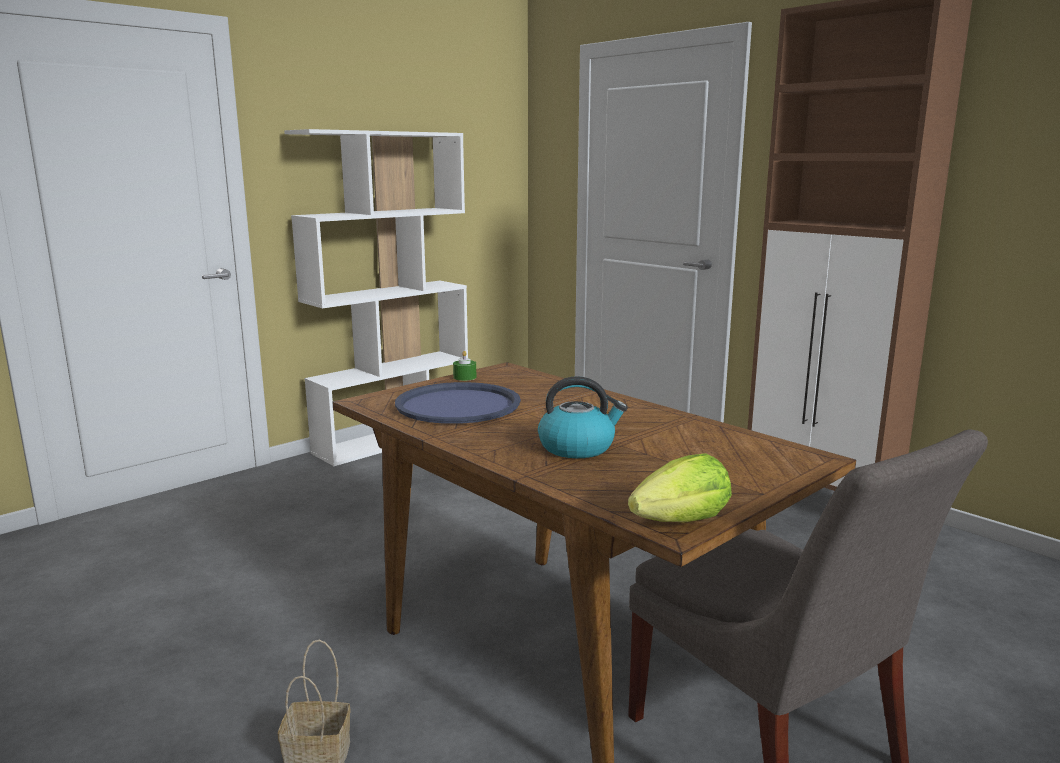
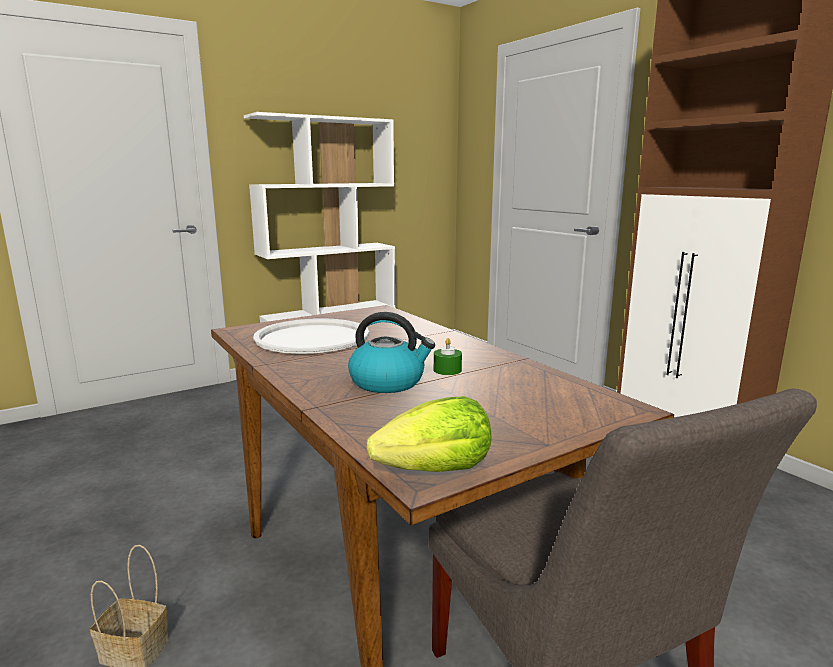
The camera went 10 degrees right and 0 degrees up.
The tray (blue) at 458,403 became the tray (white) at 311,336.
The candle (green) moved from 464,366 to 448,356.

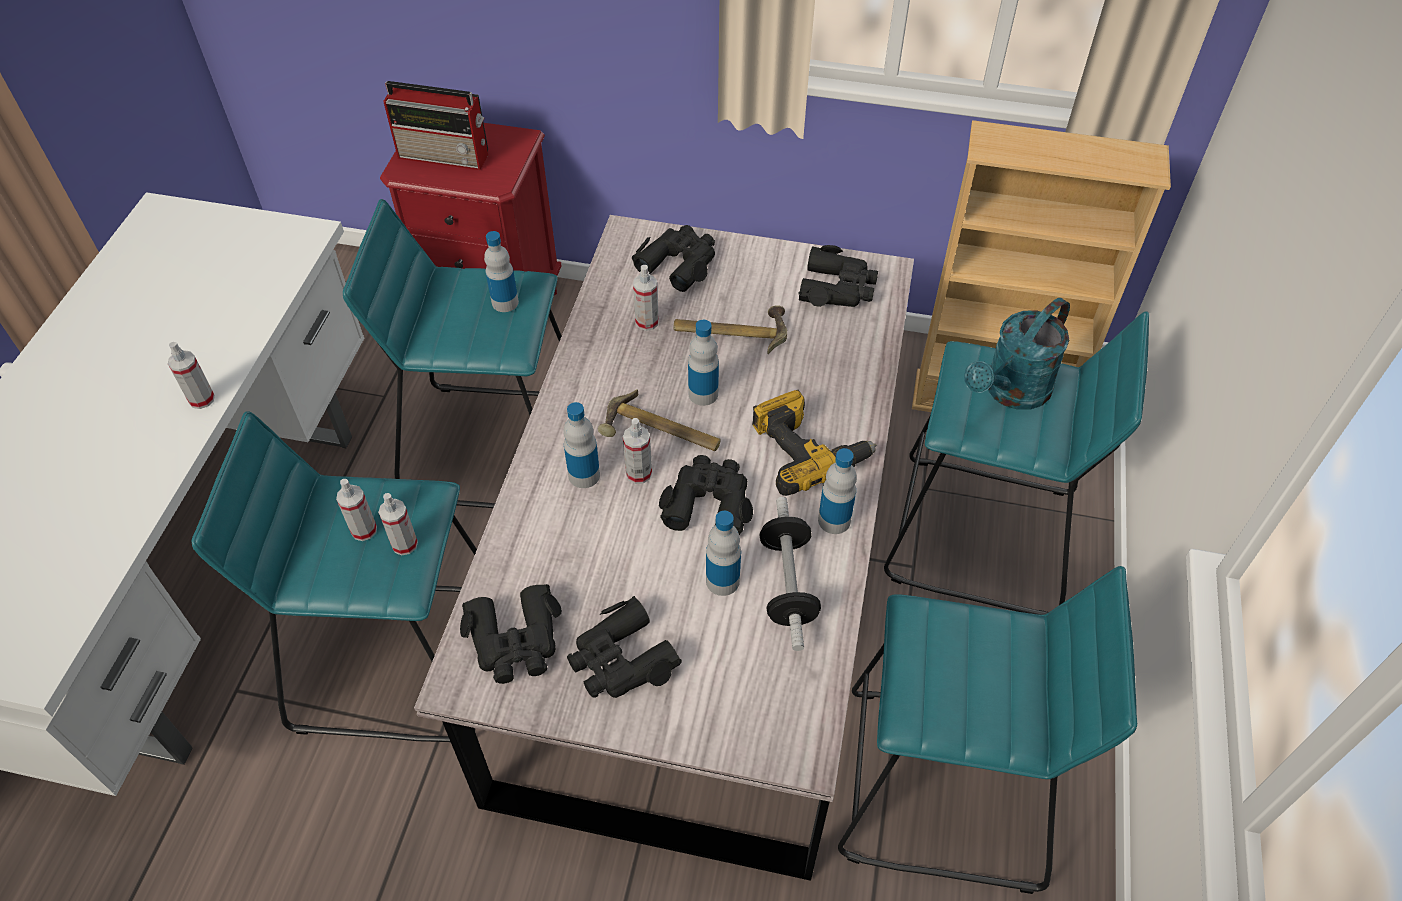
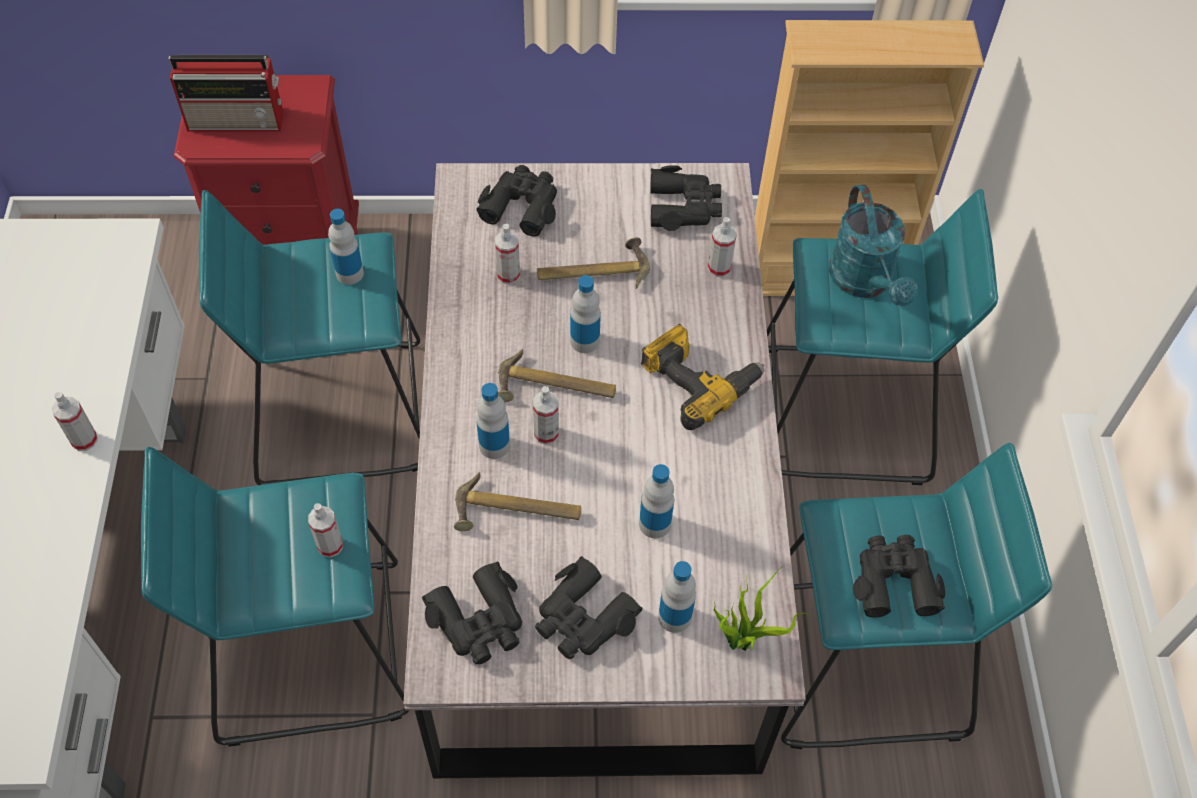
The camera went 15 degrees left and 5 degrees up.
The hammer at 517,501 appeared.
The bottle moved from 837,491 to 677,597.
The spray bottle moved from 356,510 to 722,247.
The potted plant at 762,610 appeared.
The watering can (turquoise) at 1017,354 turned 45 degrees counterclockwise.
The binoculars (black) moved from 706,495 to 899,576.
The dumbbell at 790,574 disappeared.

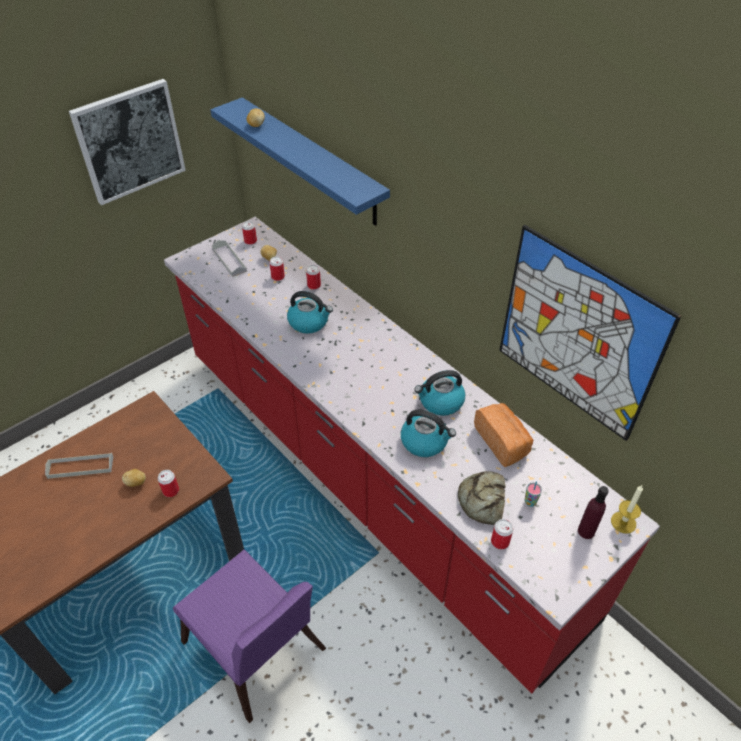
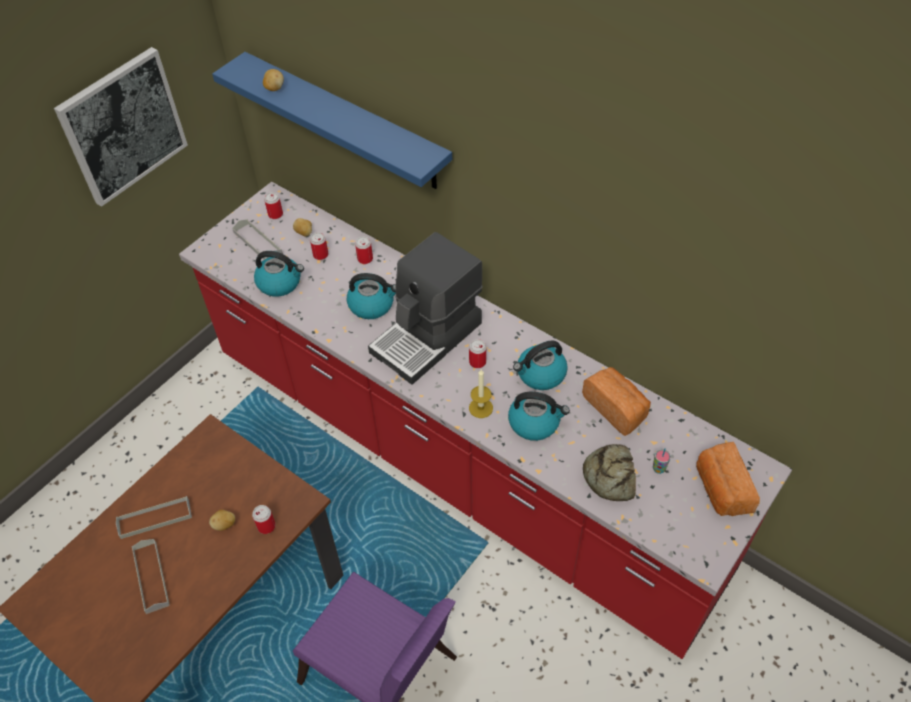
The camera went 10 degrees left and 5 degrees up.
The tray (grey) at 151,576 appeared.
The kettle at 279,274 appeared.
The coffee machine at 425,308 appeared.
The can moved from 502,534 to 477,353.
The candle moved from 627,509 to 481,394.
The bottle (purple) at 593,512 was replaced by the bread at 728,479.
The picture at 590,333 disappeared.

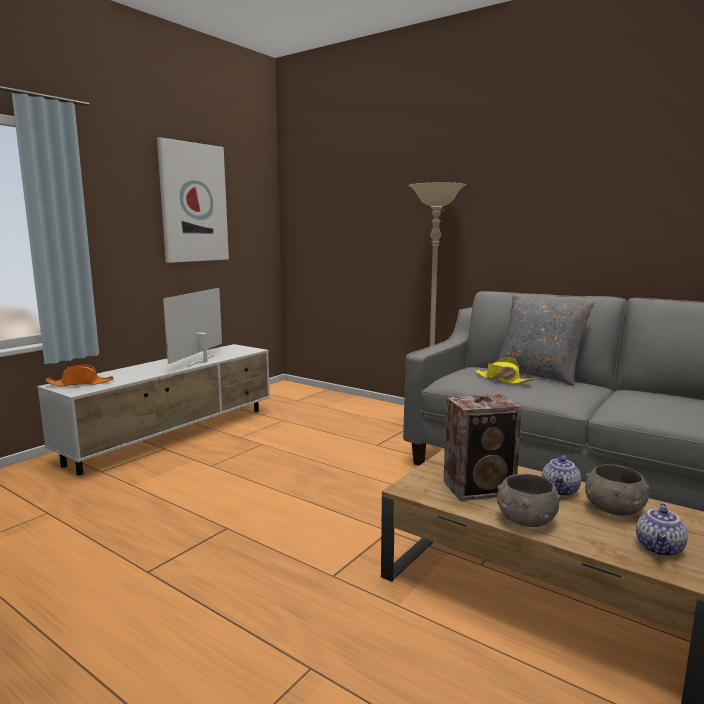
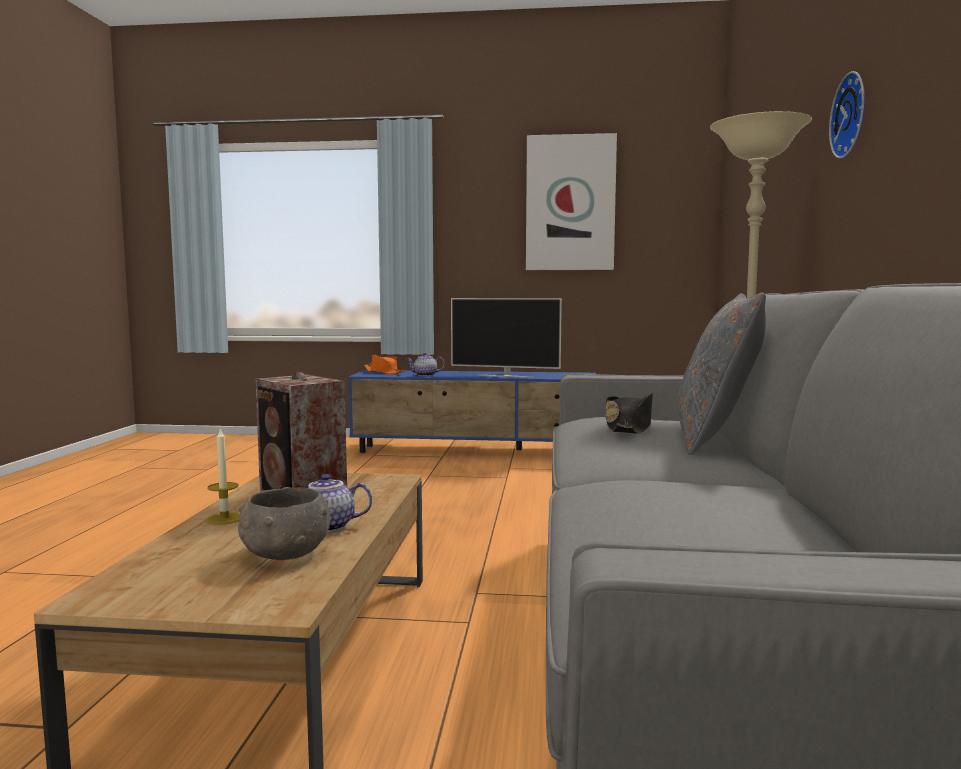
The camera went 60 degrees right and 5 degrees down.
The bowl (grey) at 529,500 was replaced by the candle at 223,476.
The tv stand (white) at 153,409 became the tv stand (blue) at 472,411.
The teapot moved from 662,530 to 426,364.
The television at 192,327 turned 150 degrees counterclockwise.
The hat (yellow) at 504,370 became the hat (black) at 629,413.
The wall clock at 847,115 appeared.

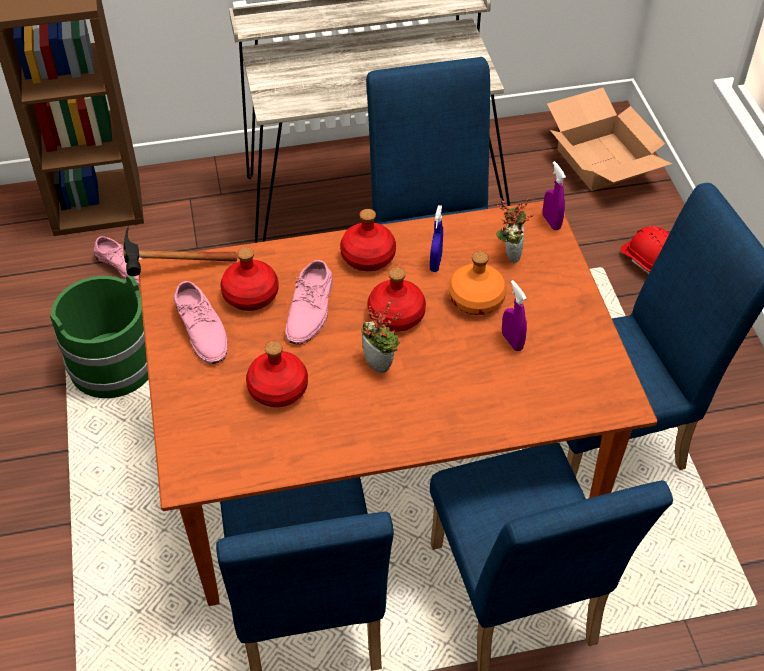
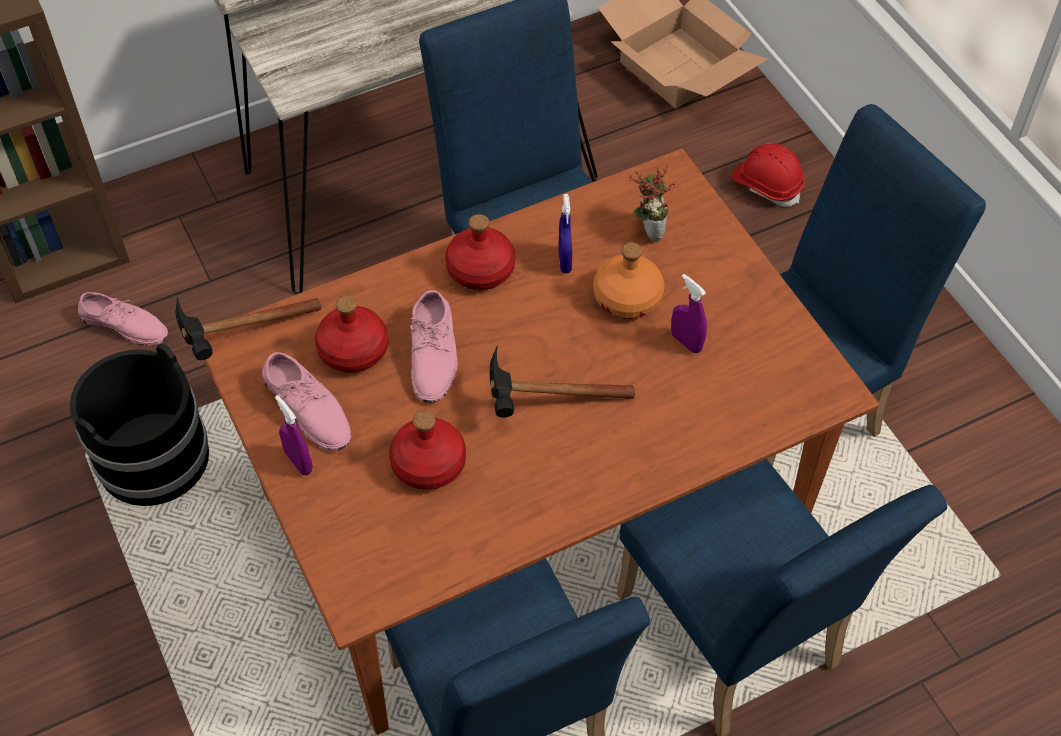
The camera went 15 degrees left and 5 degrees up.
The bucket (green) at 99,336 became the bucket (black) at 139,425.
The spray bottle (purple) moved from 554,195 to 294,435.
The potted plant at 380,336 was replaced by the hammer at 562,381.
The bottle (red) at 396,299 disappeared.

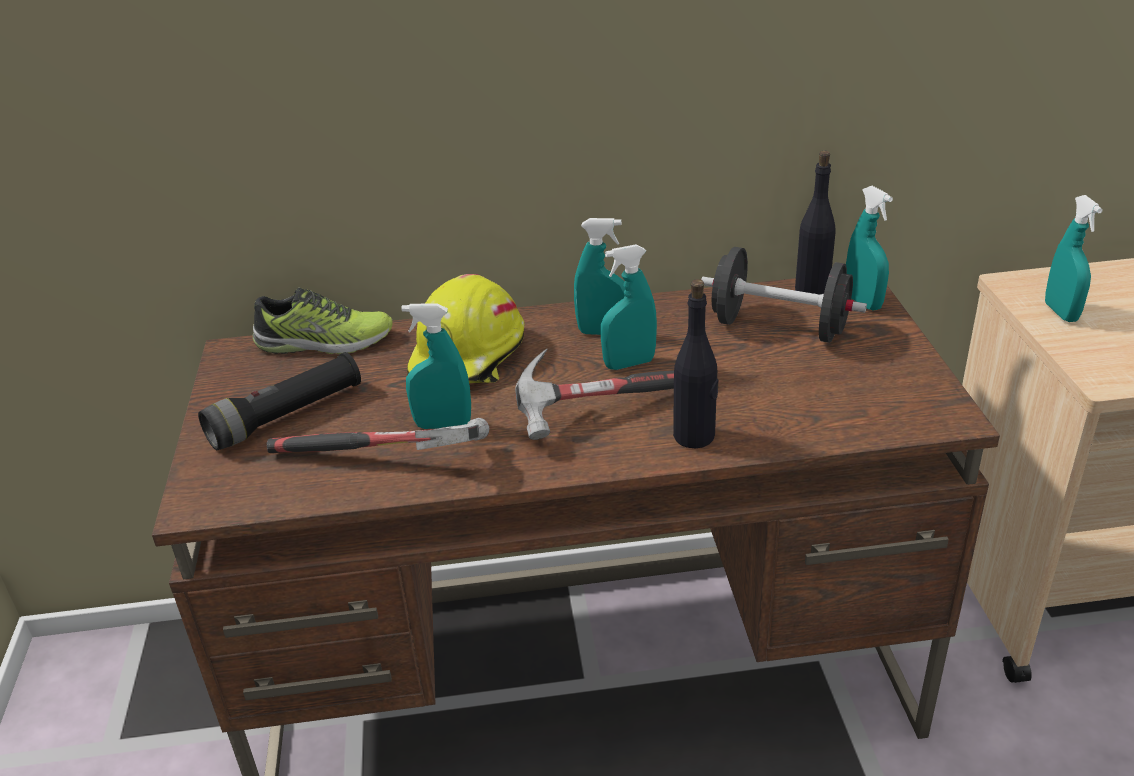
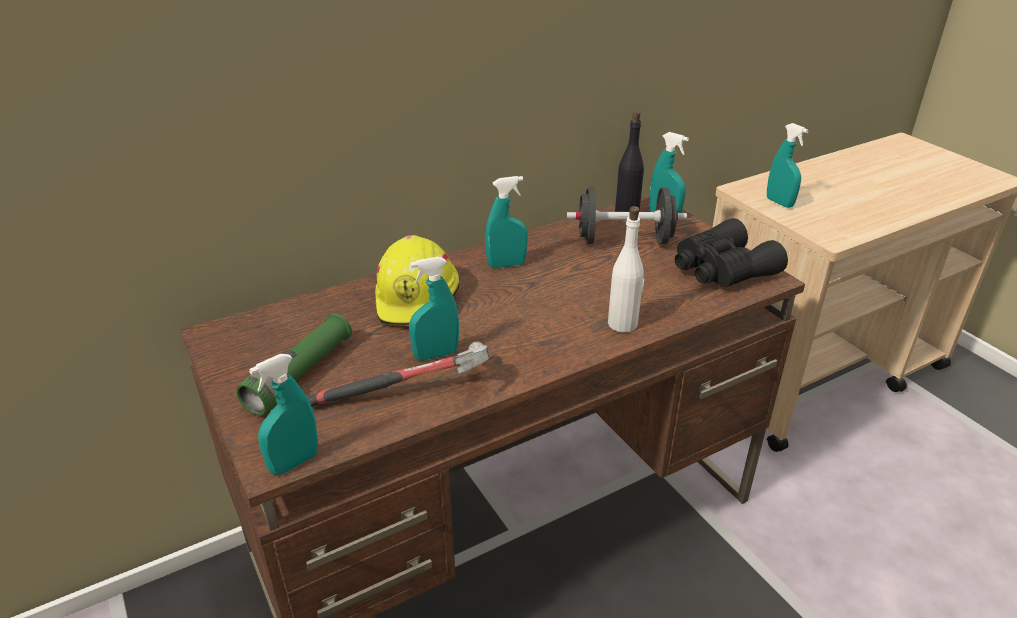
The camera went 25 degrees left and 0 degrees up.
The flashlight (black) at 279,401 became the flashlight (green) at 294,364.
The spray bottle (turquoise) moved from 629,307 to 283,414.
The bottle (black) at 695,364 became the bottle (white) at 626,269.
The binoculars (black) at 731,252 appeared.
The shoe at 323,321 disappeared.
The hammer at 594,394 disappeared.

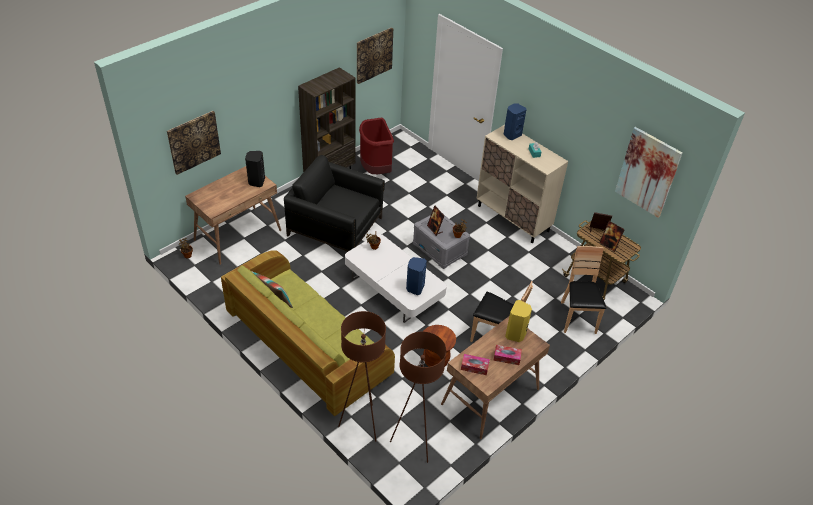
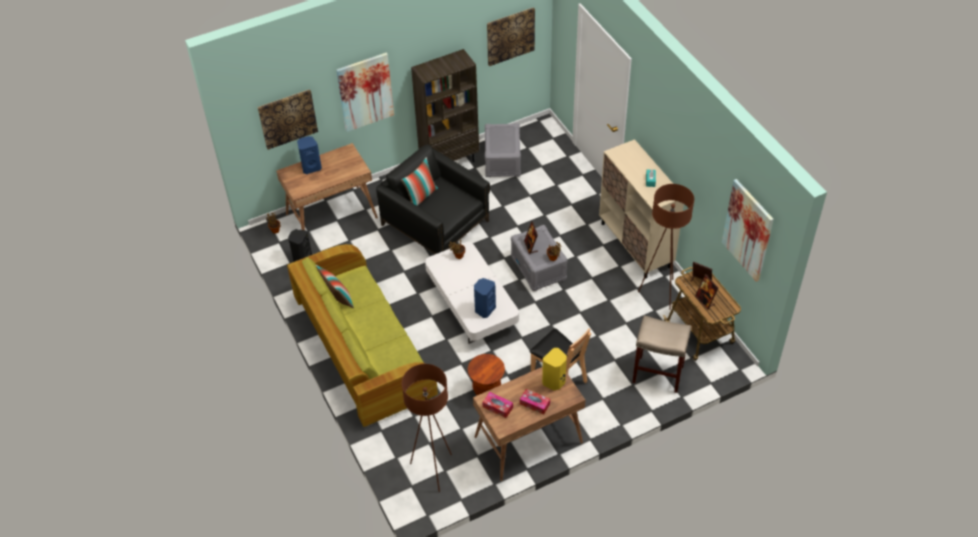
The camera went 20 degrees right and 5 degrees up.
The speaker (black) moved from 255,169 to 300,245.
The speaker (blue) moved from 514,122 to 309,155.
The picture at 365,92 appeared.
The pillow at 419,181 appeared.
The trash can (red) at 376,146 was replaced by the storage box (grey) at 503,150.
The chair (brown) at 583,290 was replaced by the stool (beige) at 661,354.
The floor lamp (brown) moved from 362,376 to 666,247.

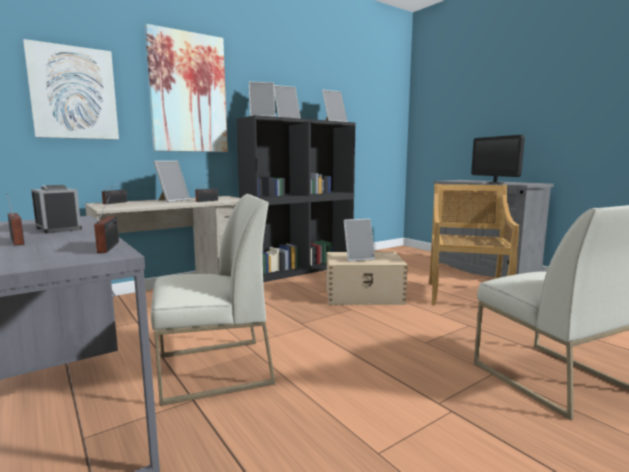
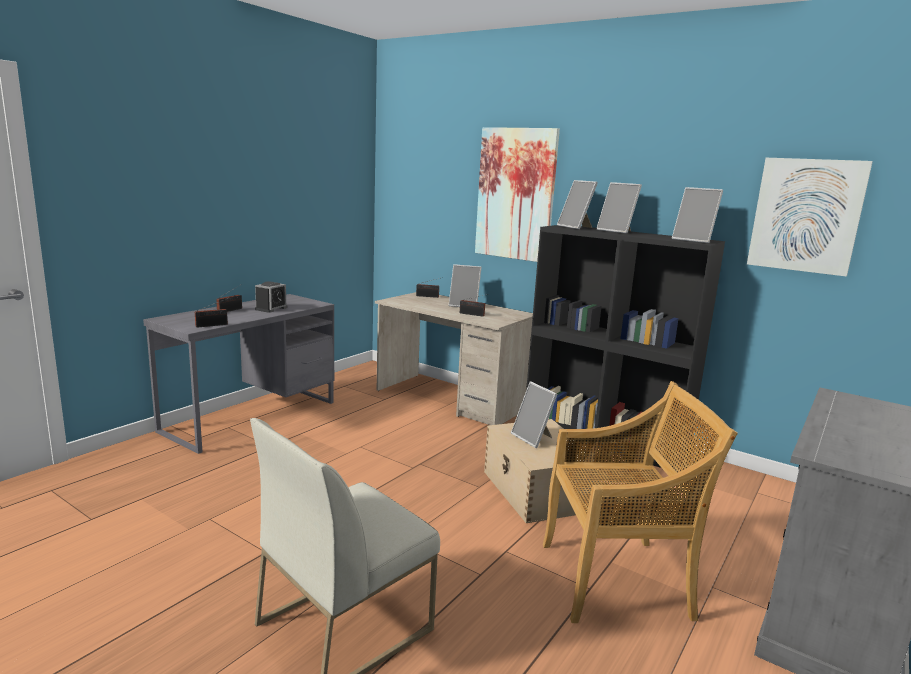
The camera went 70 degrees right and 5 degrees up.
The picture moved from 71,89 to 810,217.
The chair (white) at 213,300 disappeared.
The monitor at 498,159 disappeared.

